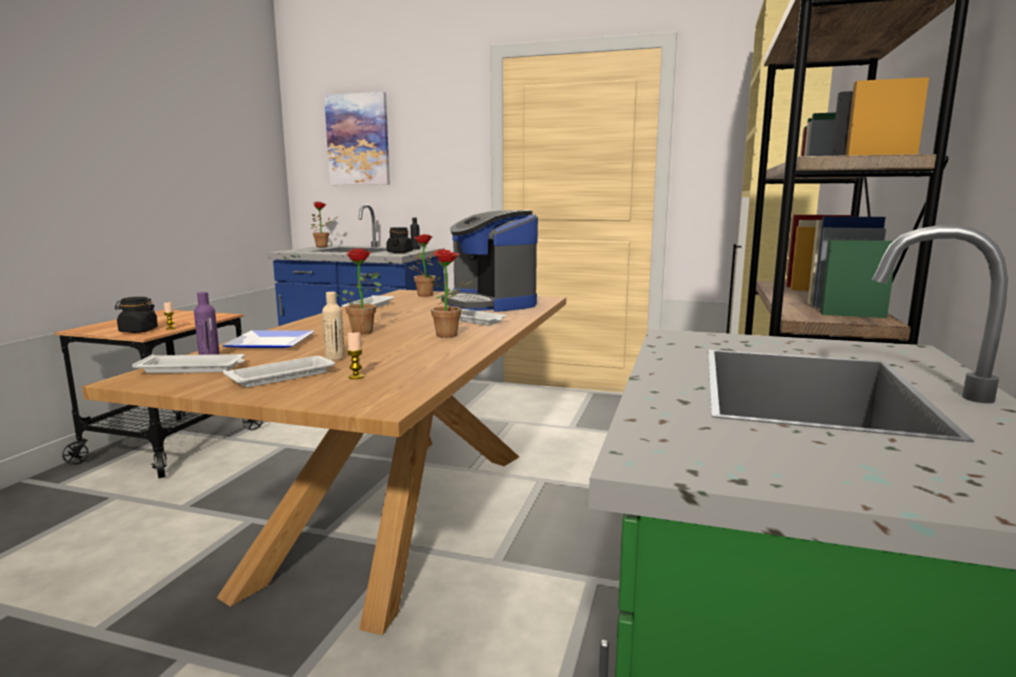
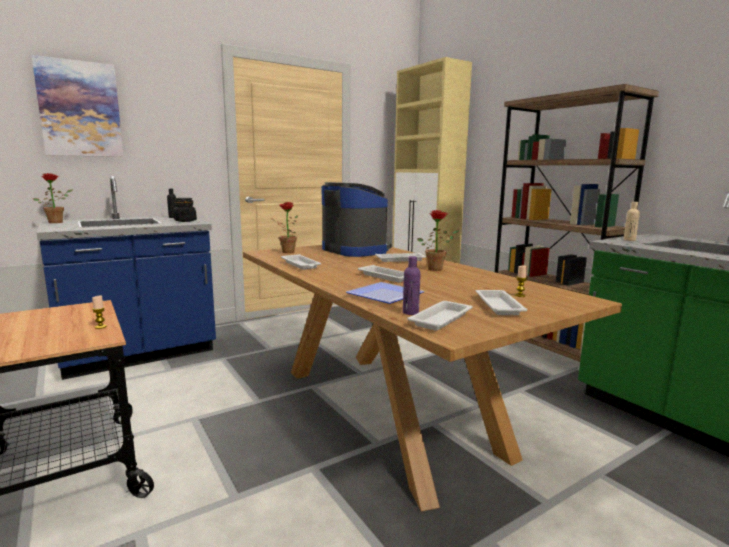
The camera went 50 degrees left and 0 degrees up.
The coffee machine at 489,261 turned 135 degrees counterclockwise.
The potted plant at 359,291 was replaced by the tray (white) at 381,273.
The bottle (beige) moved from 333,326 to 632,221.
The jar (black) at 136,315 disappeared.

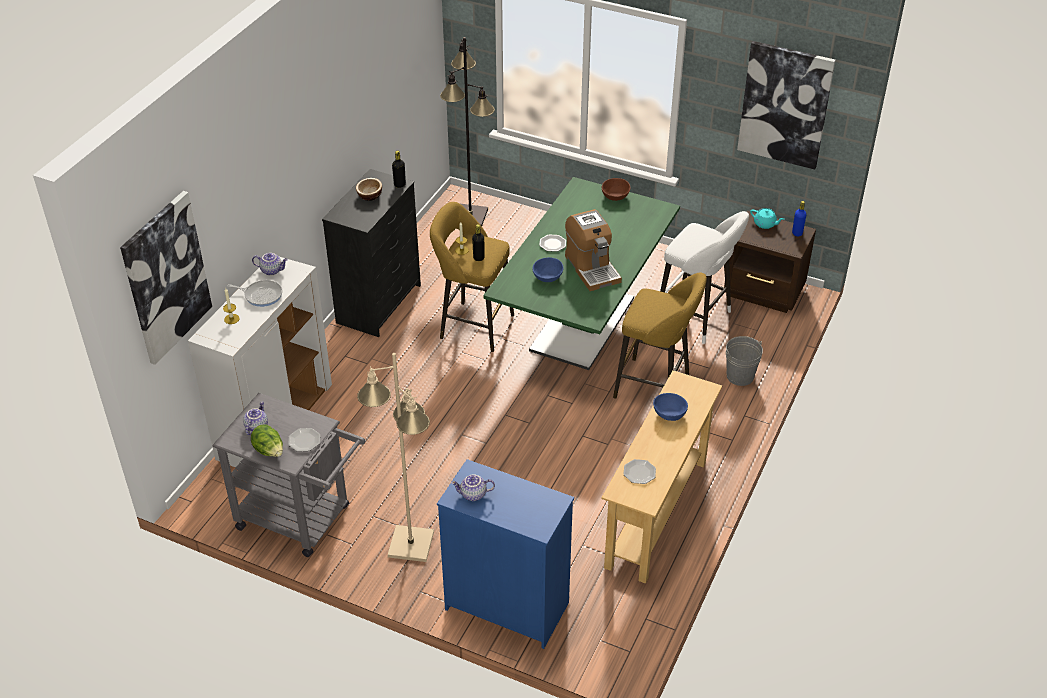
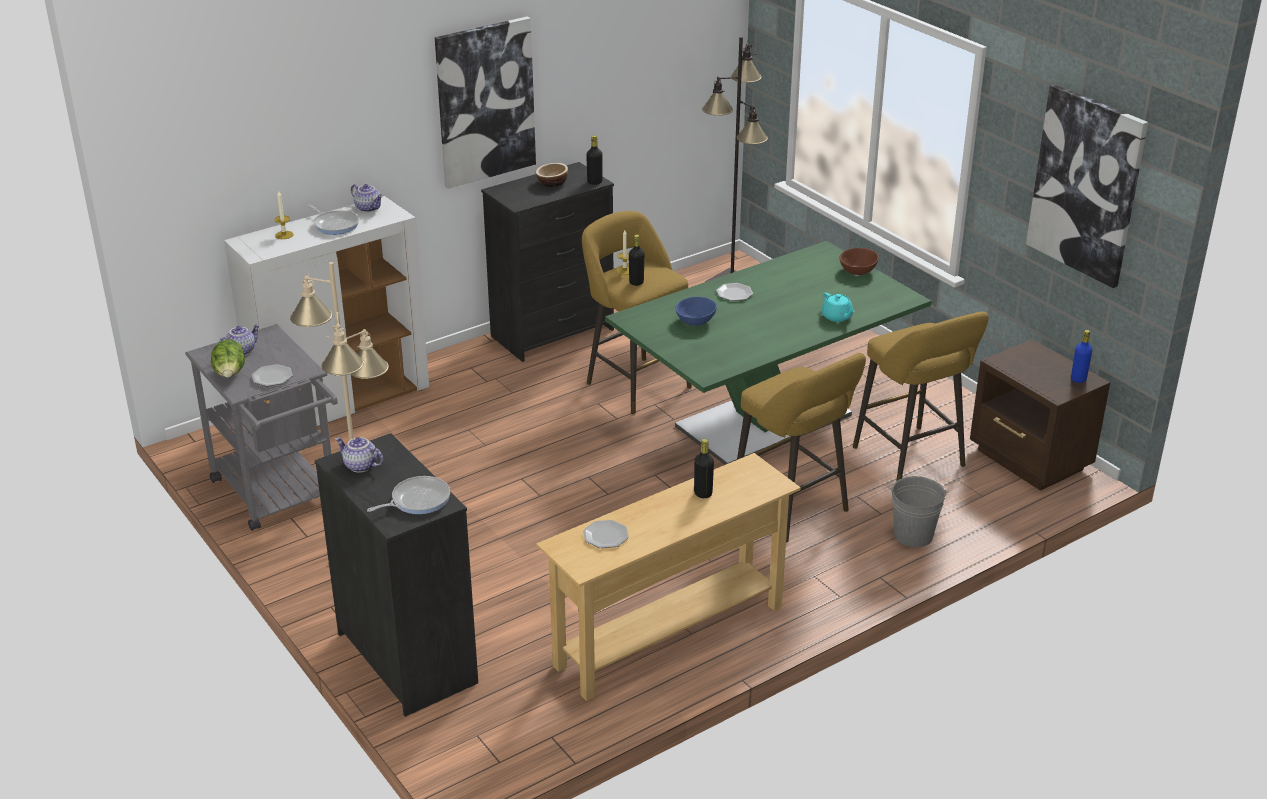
The camera went 30 degrees right and 10 degrees down.
The dresser (blue) at 505,554 became the dresser (black) at 396,575.
The frying pan at 408,495 appeared.
The picture moved from 166,278 to 485,102.
The bowl (blue) at 670,407 was replaced by the bottle (black) at 704,468.
The teapot (turquoise) moved from 767,218 to 837,307.
The stool (white) at 704,277 became the stool (yellow) at 921,396.
The coffee machine at 593,250 disappeared.

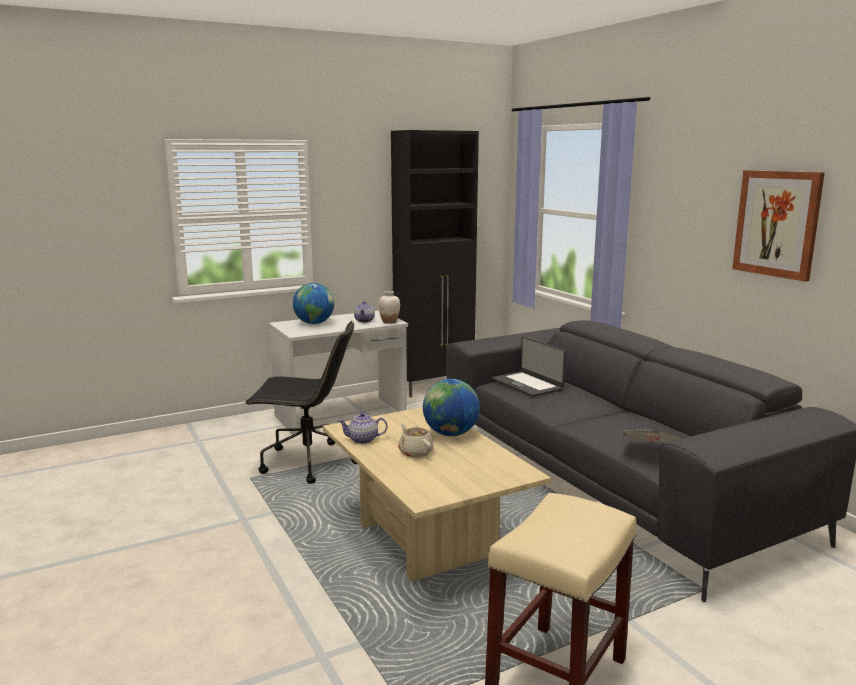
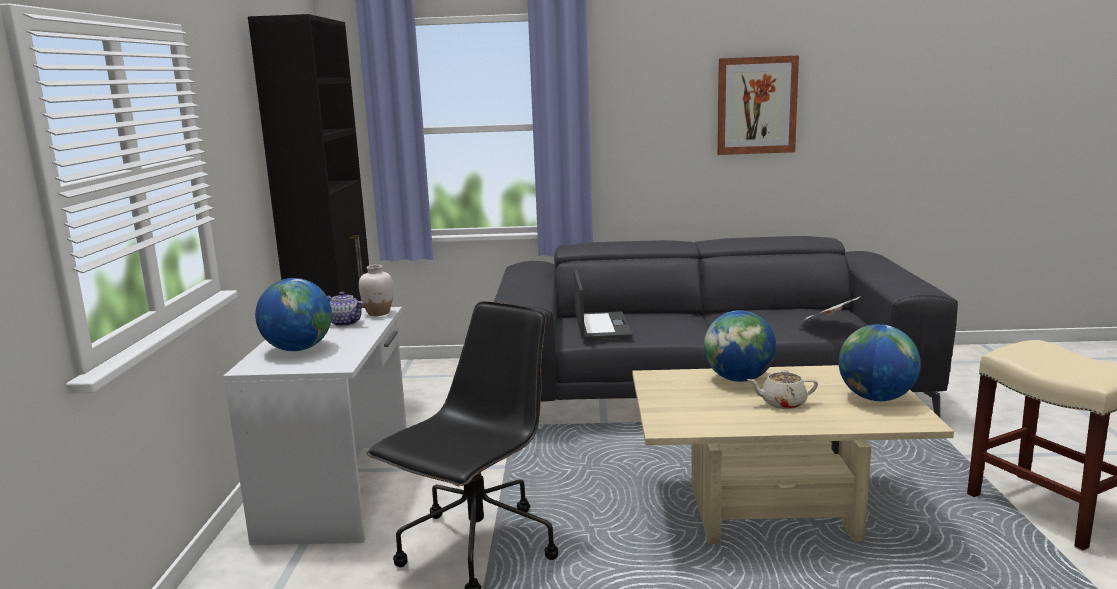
The camera went 60 degrees left and 0 degrees up.
The laptop at 529,366 turned 90 degrees counterclockwise.
The globe at 879,362 appeared.
The teapot at 363,428 disappeared.

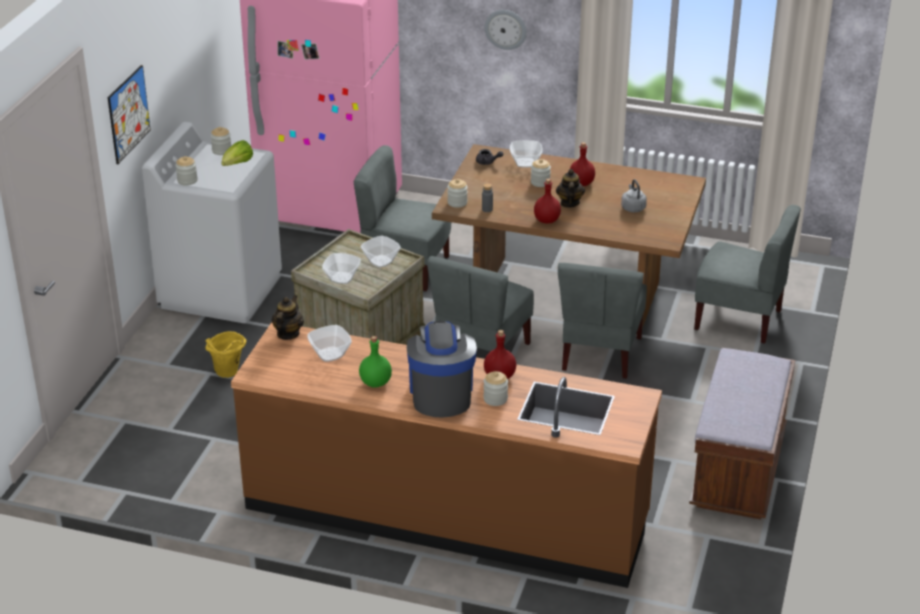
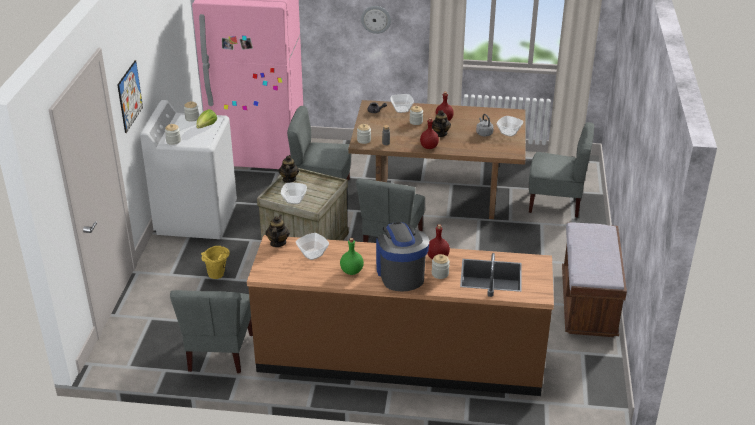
The camera went 10 degrees left and 0 degrees up.
The chair (grey) moved from 602,321 to 211,331.
The teapot at 289,169 appeared.
The bowl moved from 380,252 to 510,126.

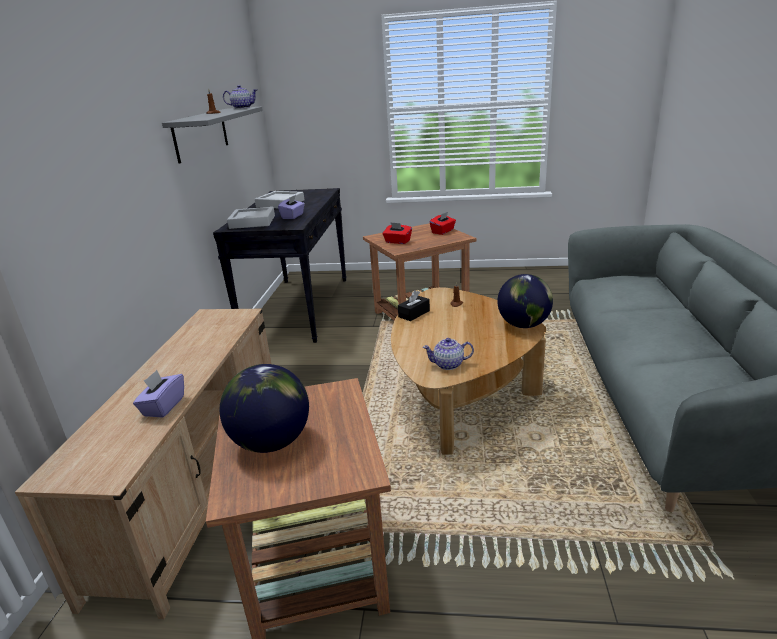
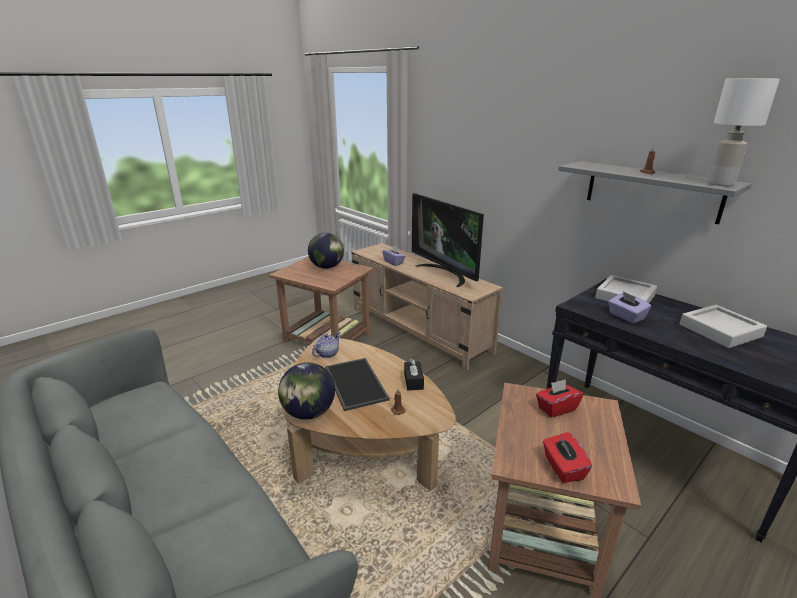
The camera went 130 degrees right and 0 degrees up.
The tray at 357,384 appeared.
The television at 448,240 appeared.
The teapot at 240,97 was replaced by the table lamp (white) at 744,132.

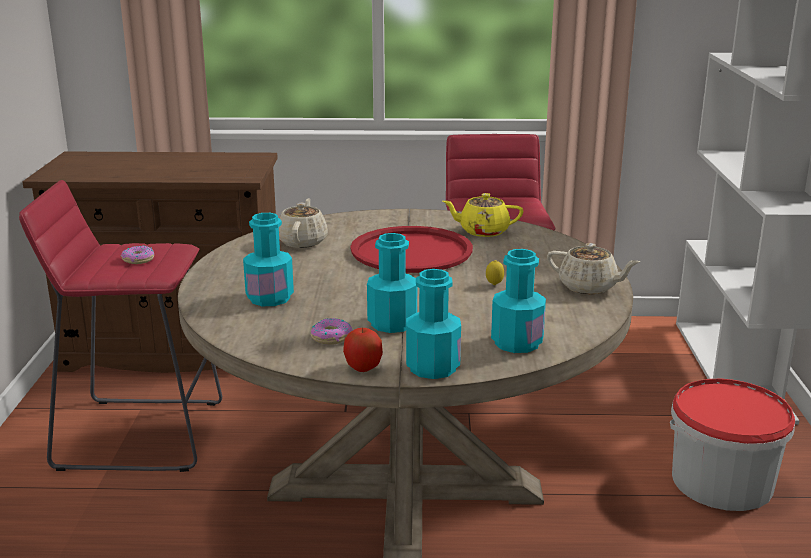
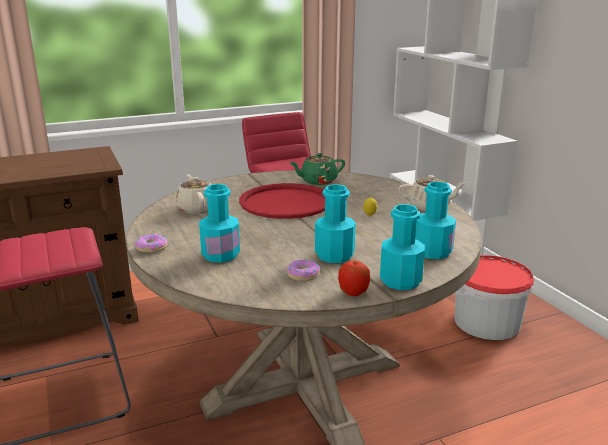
The camera went 25 degrees left and 0 degrees up.
The donut moved from 137,255 to 151,243.
The teapot (yellow) at 483,215 became the teapot (green) at 317,169.

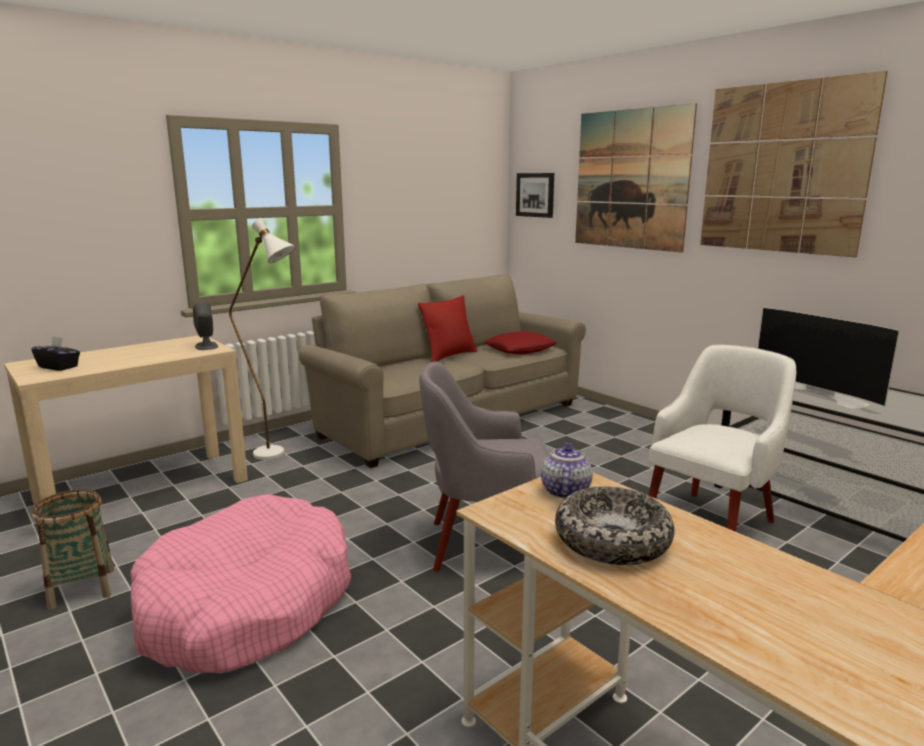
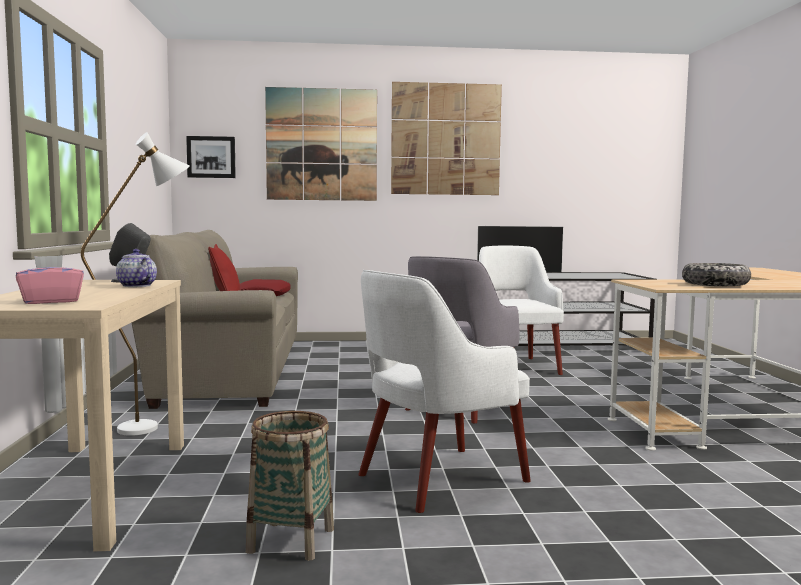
The camera went 55 degrees left and 10 degrees down.
The tissue box (black) at 55,353 became the tissue box (pink) at 50,279.
The teapot moved from 567,470 to 136,268.
The dog bed (pink) at 240,583 was replaced by the armchair (white) at 444,391.

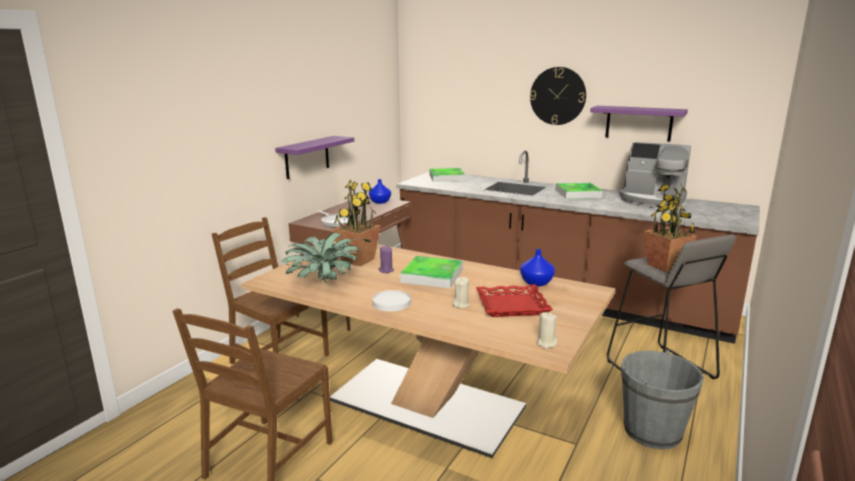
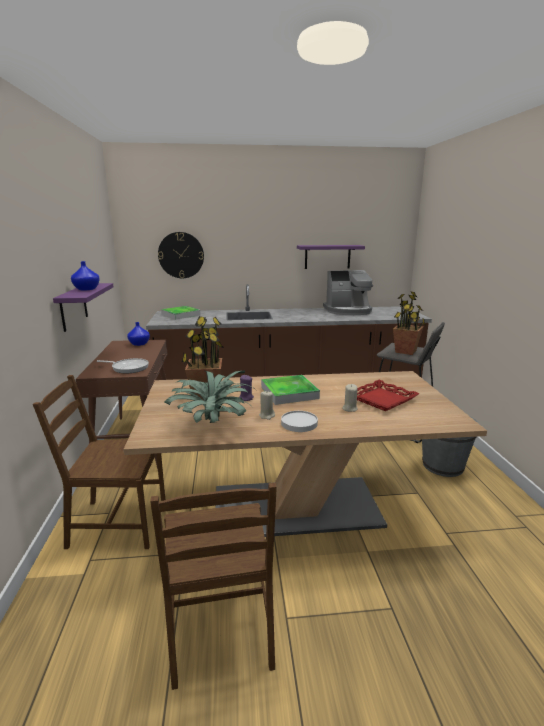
The camera went 35 degrees left and 0 degrees up.
The vase (blue) moved from 537,268 to 85,275.
The wall clock moved from 558,96 to 181,255.
The candle (beige) moved from 547,330 to 267,405.
The tray at 579,191 disappeared.

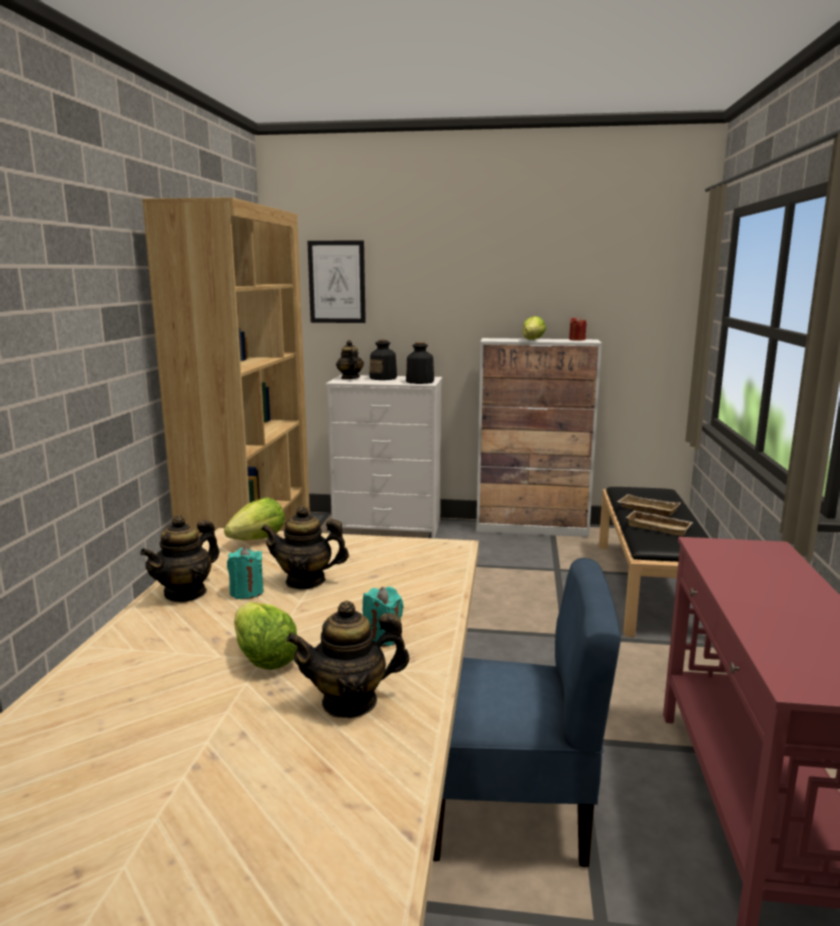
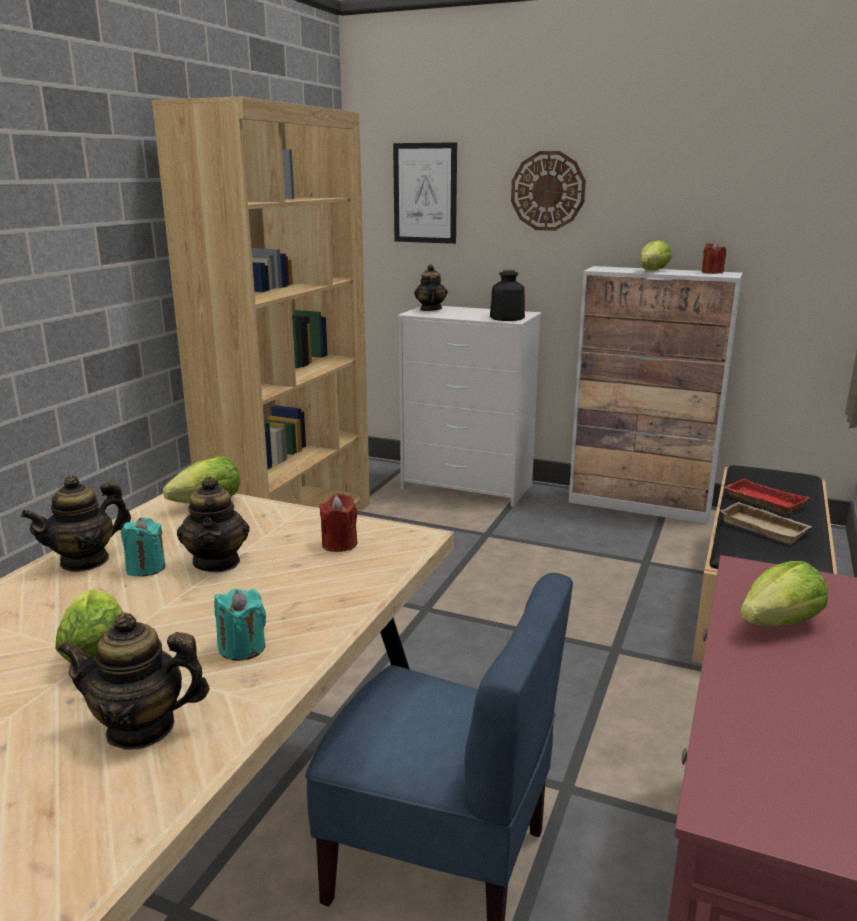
The camera went 15 degrees right and 5 degrees up.
The teapot at 305,548 turned 120 degrees counterclockwise.
The candle (red) at 338,522 appeared.
The wall clock at 548,191 appeared.
The tray (beige) at 649,505 became the tray (red) at 766,496.
The lettuce at 784,593 appeared.
The bottle at 383,360 disappeared.

